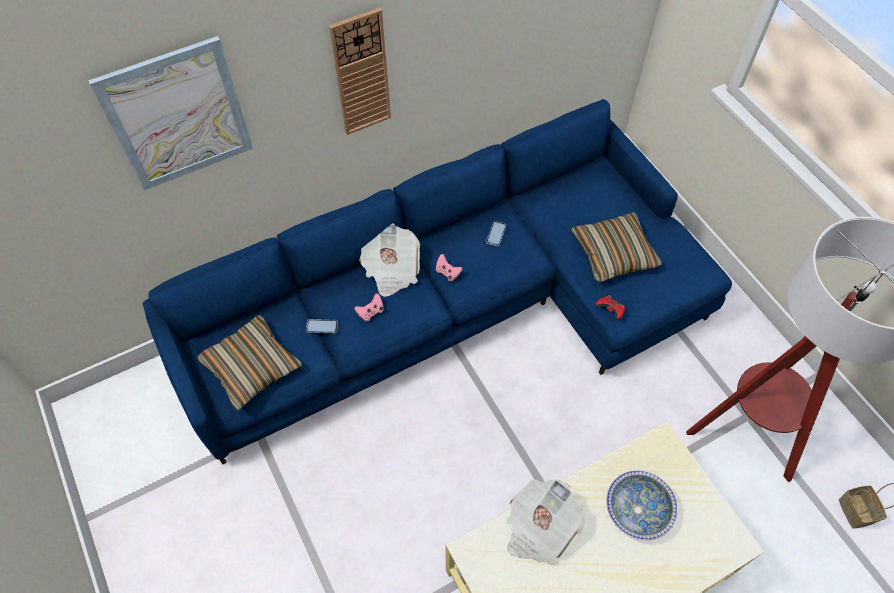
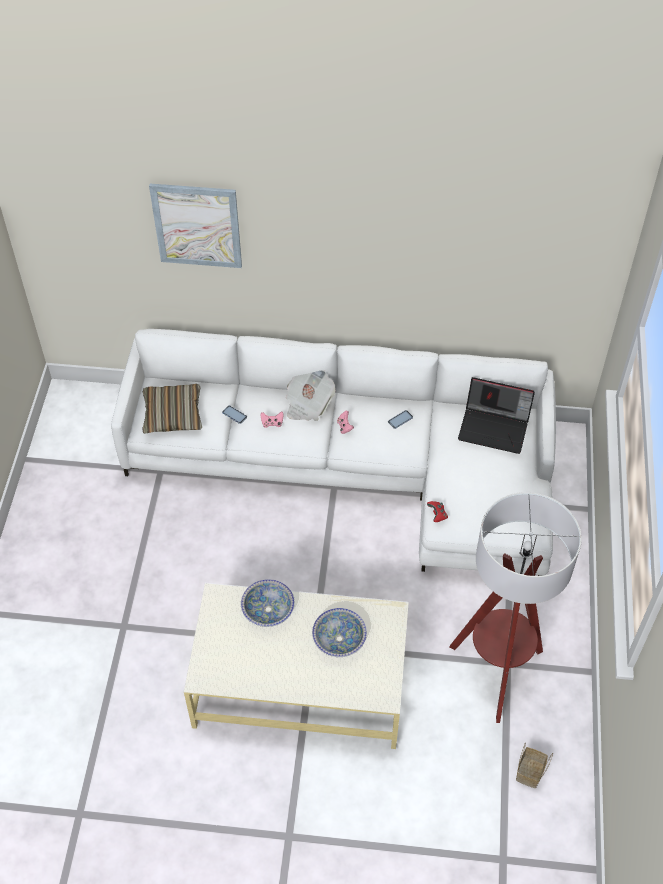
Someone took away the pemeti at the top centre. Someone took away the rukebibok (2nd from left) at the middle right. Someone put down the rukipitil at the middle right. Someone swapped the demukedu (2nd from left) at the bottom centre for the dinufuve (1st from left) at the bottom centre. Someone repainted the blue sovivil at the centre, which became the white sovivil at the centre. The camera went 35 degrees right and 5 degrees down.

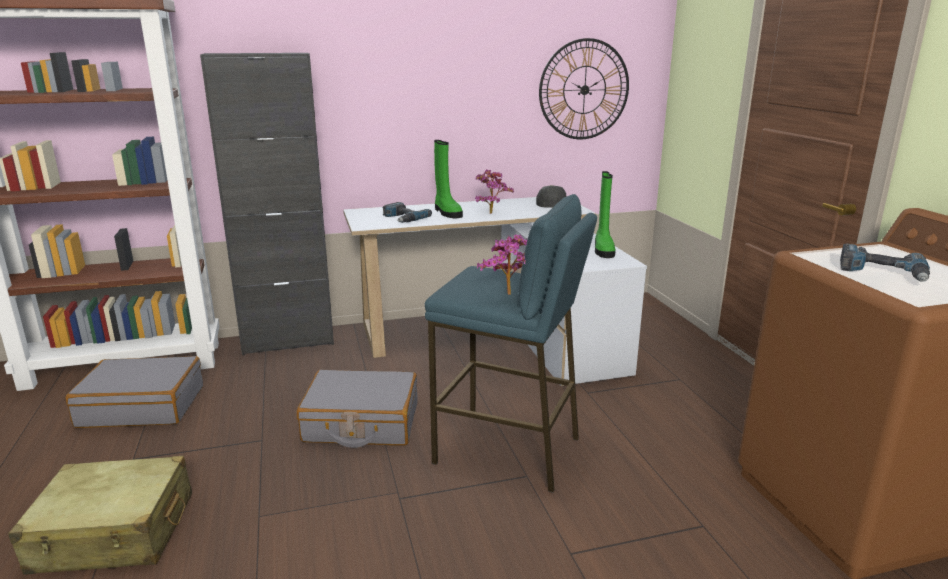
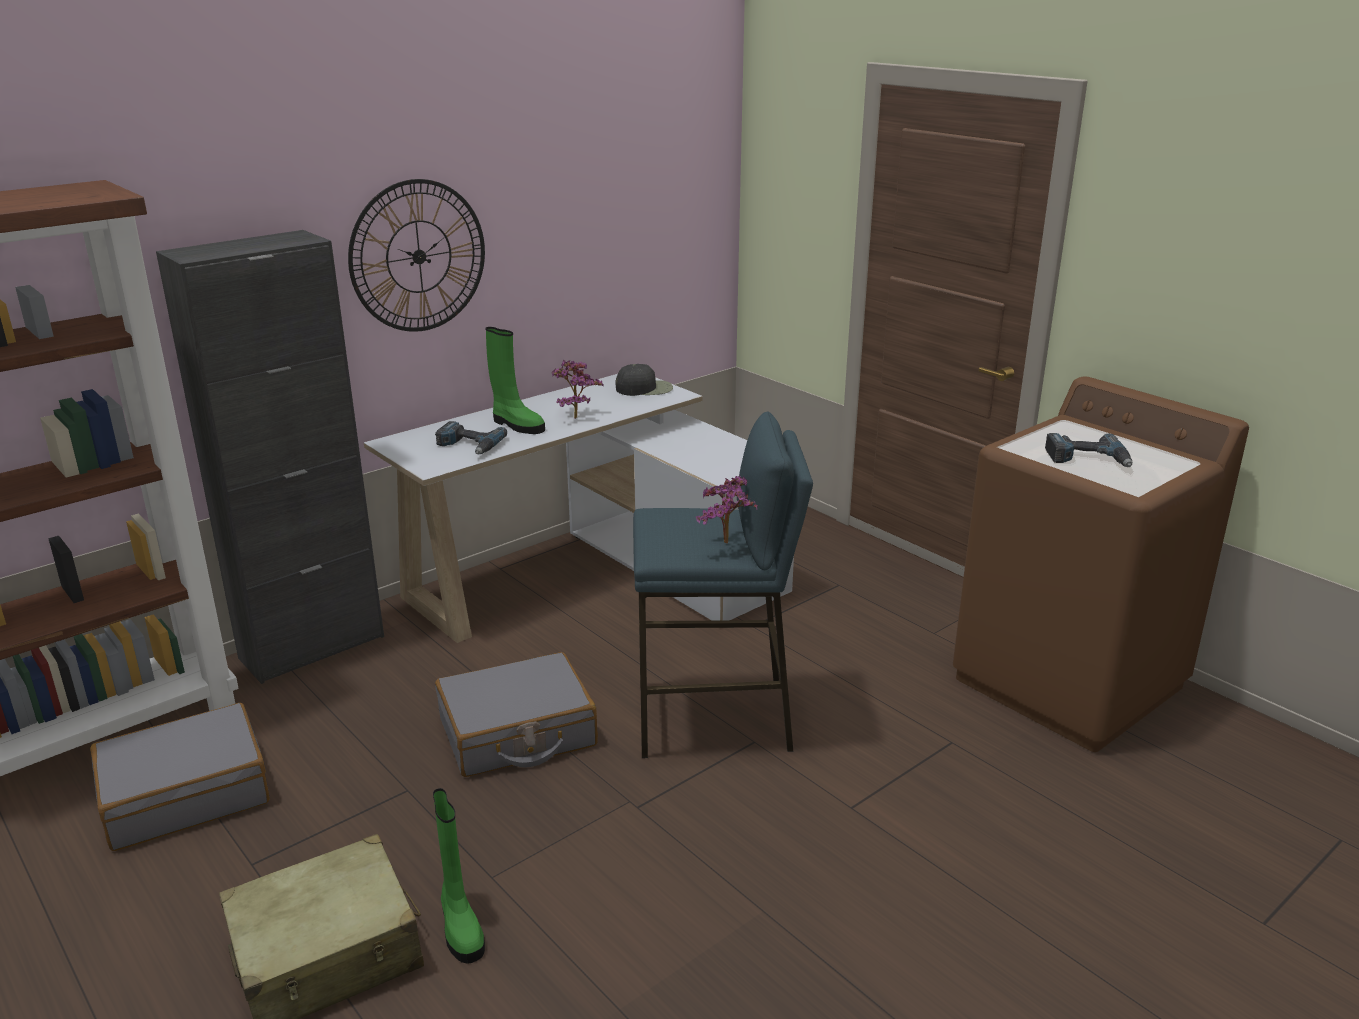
Someone carried the pemeti from the top centre to the top left. Someone carried the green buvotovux (2nd from left in the first image) from the centre to the bottom centre. The camera went 25 degrees left and 5 degrees up.

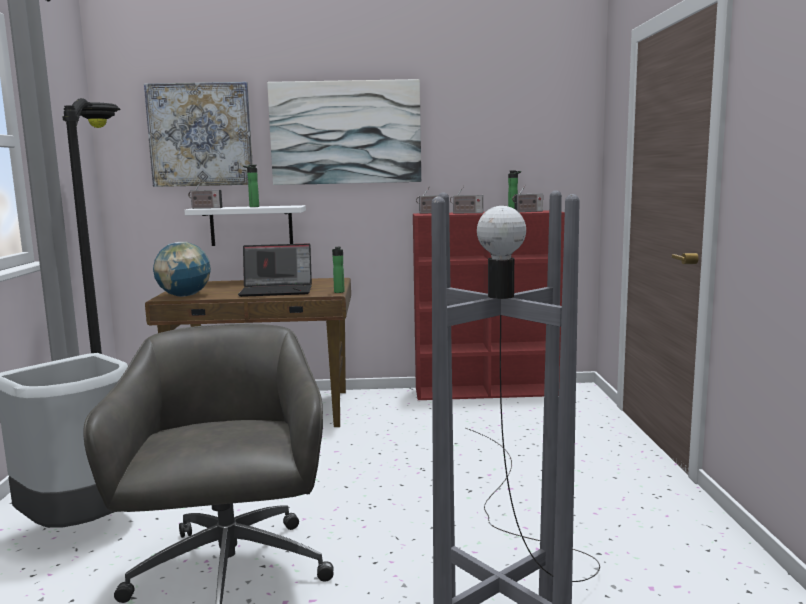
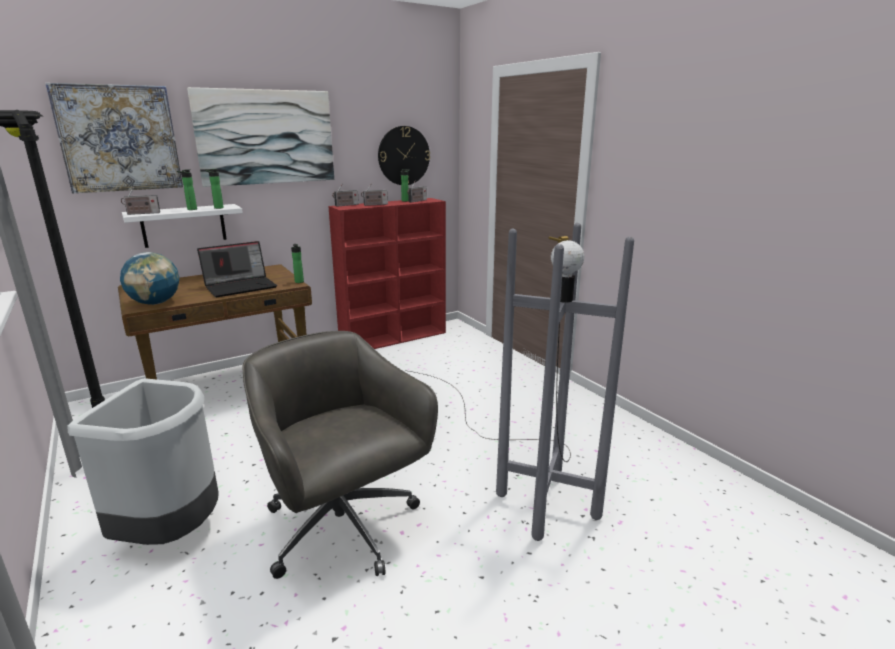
Someone put down the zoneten (2nd from left) at the top left. Someone put up the pemeti at the top centre. The camera went 30 degrees left and 10 degrees up.

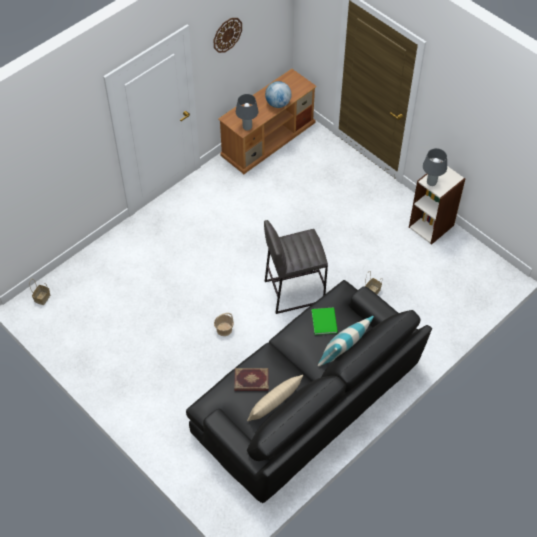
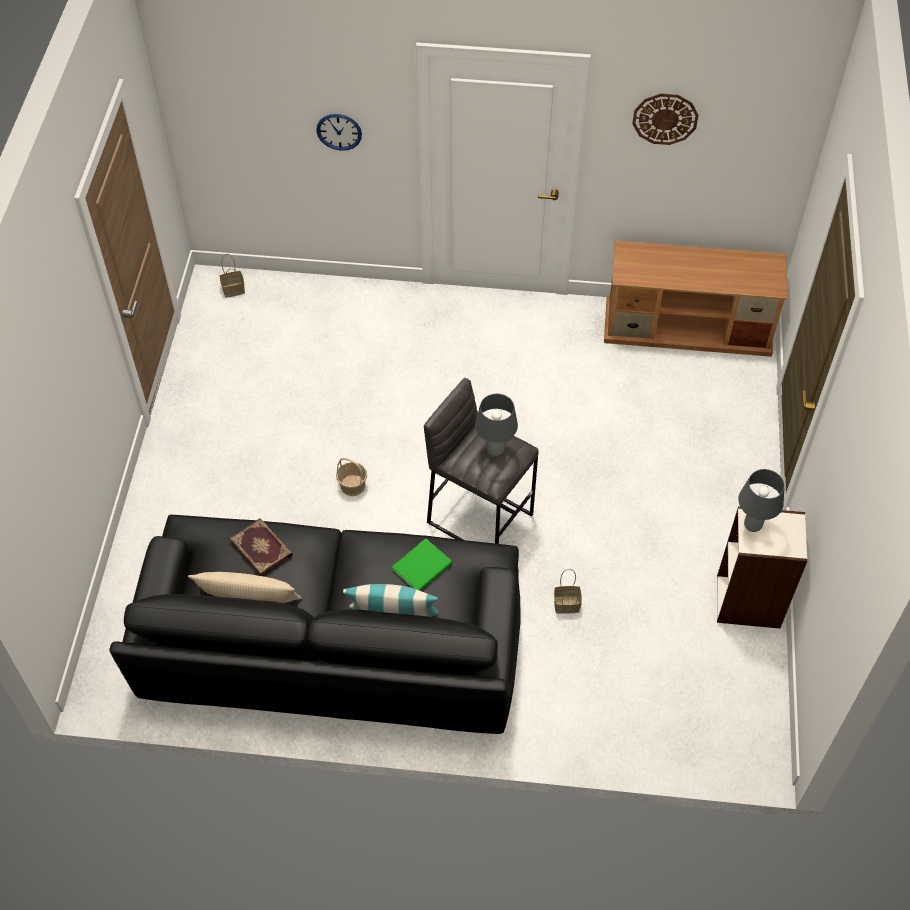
Someone took away the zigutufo at the top centre. Someone put up the pemeti (1st from left) at the top centre. Someone carried the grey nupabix (1st from left) from the top centre to the centre. The camera went 50 degrees right and 0 degrees up.

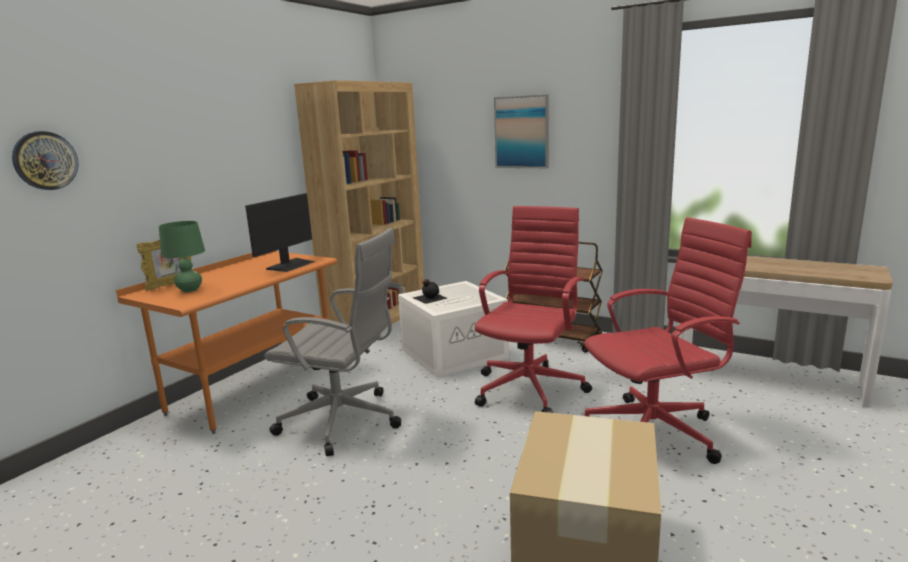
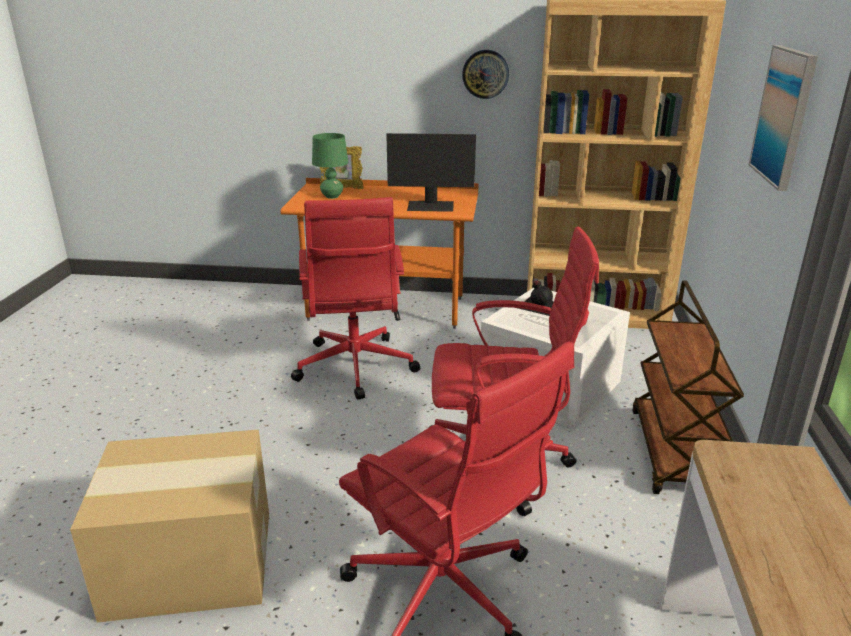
Someone carried the pemeti from the top left to the top centre. Someone repainted the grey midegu at the centre, which became the red midegu (1st from left) at the centre. The camera went 65 degrees right and 10 degrees up.

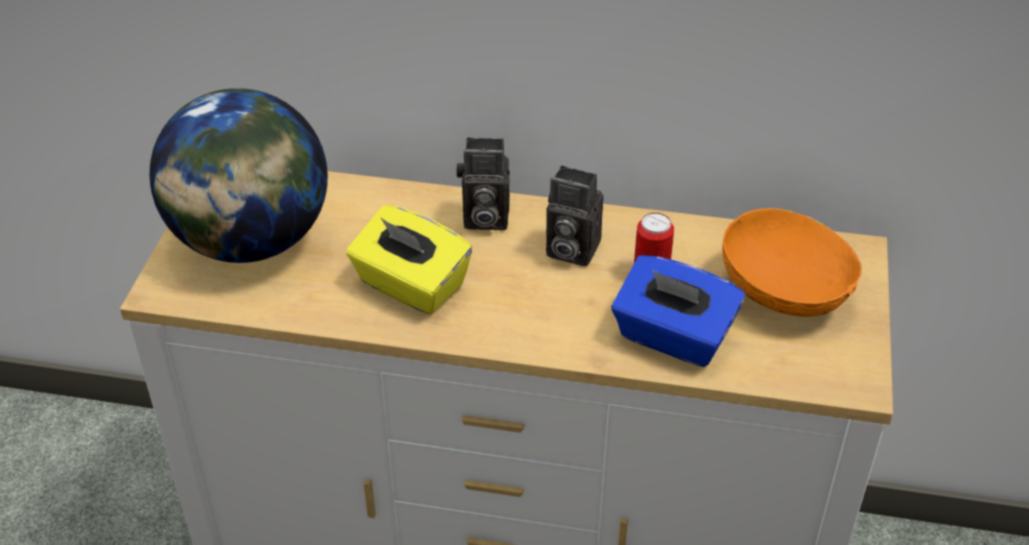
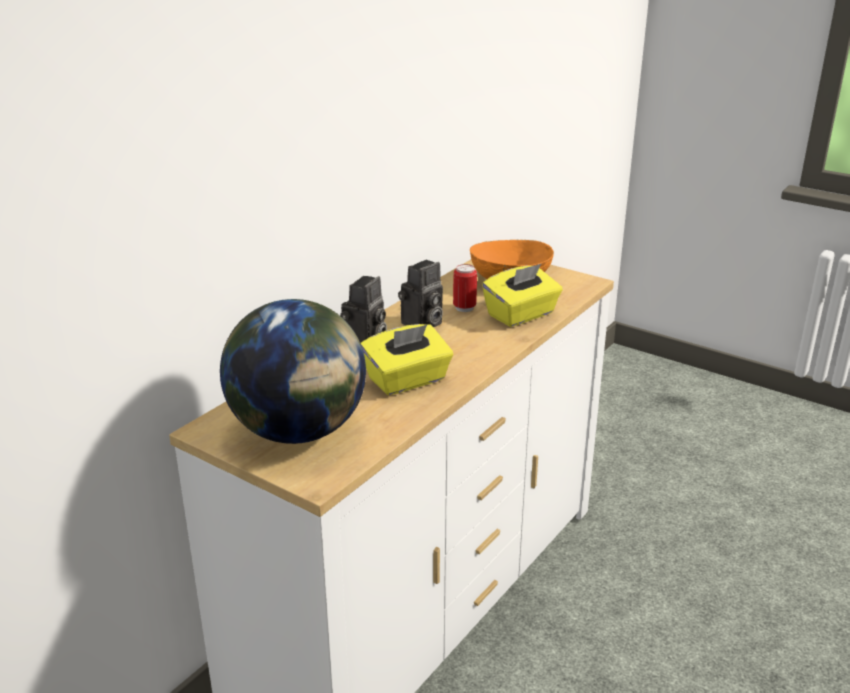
Someone repainted the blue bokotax at the centre, which became the yellow bokotax (2nd from left) at the centre. The camera went 65 degrees left and 15 degrees down.

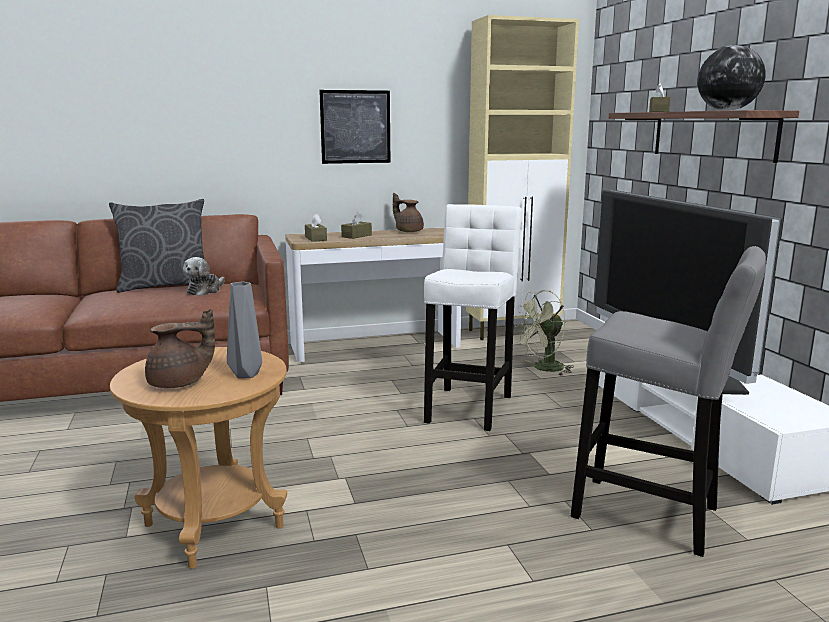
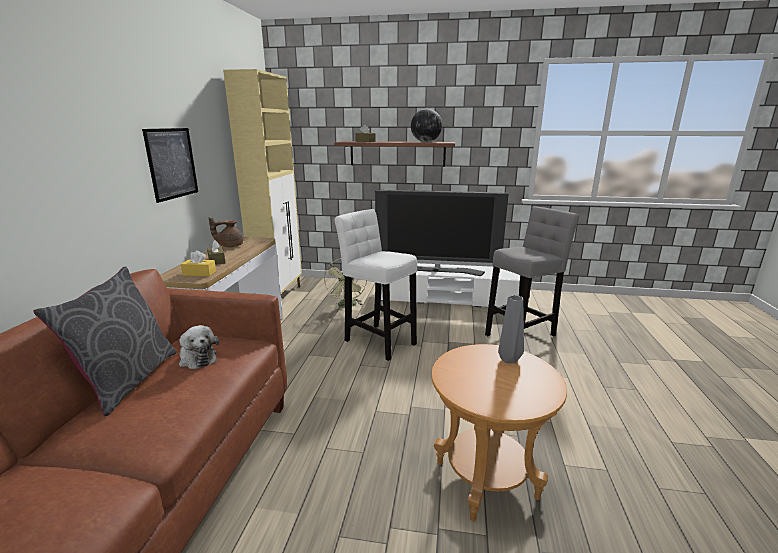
Someone took away the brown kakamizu (1st from left) at the middle left. Someone repainted the brown bokotax (1st from left) at the centre, which became the yellow bokotax at the middle left. The camera went 65 degrees left and 5 degrees up.

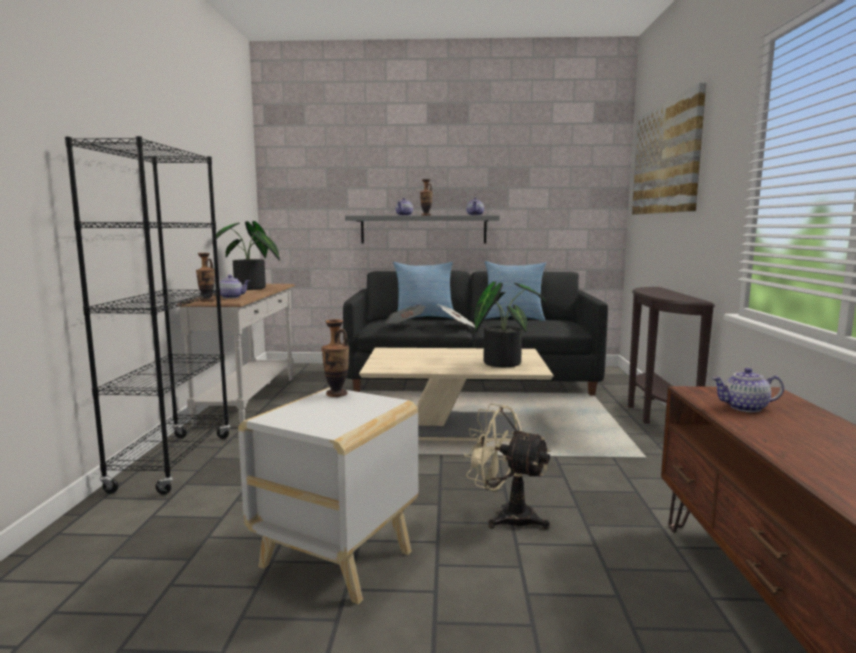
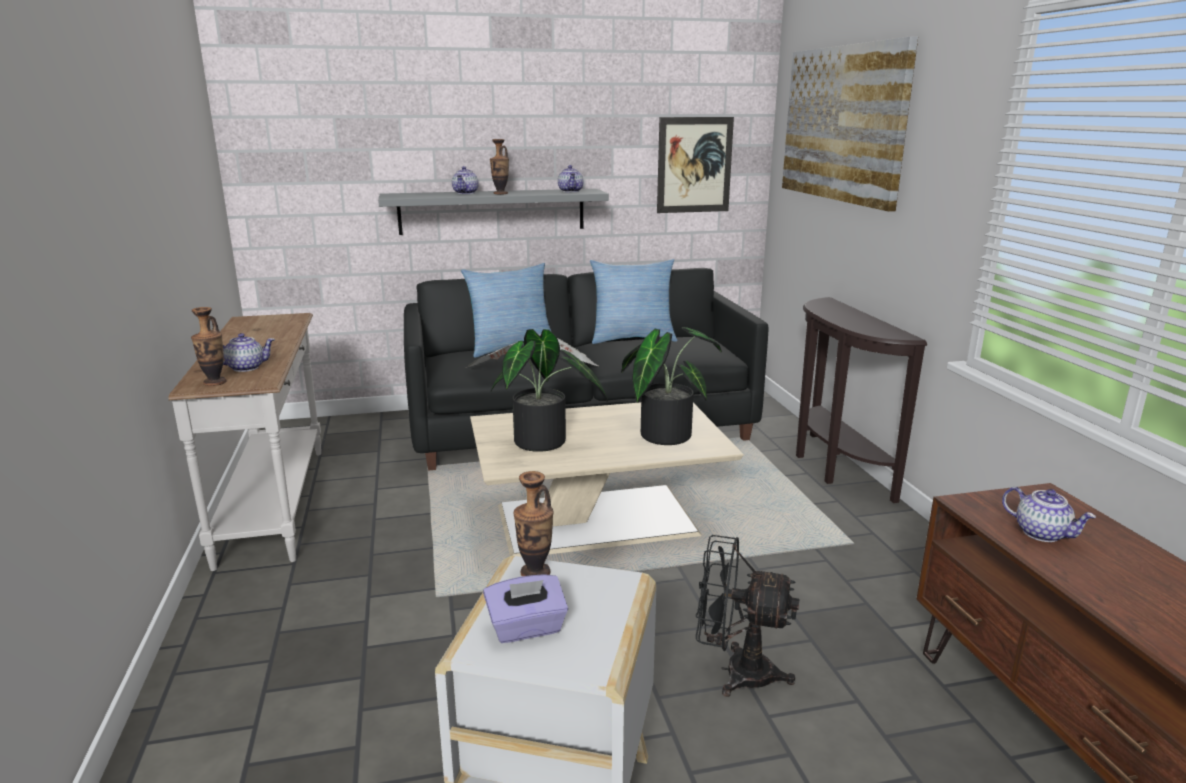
Someone took away the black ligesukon at the middle left. Someone put down the purple bokotax at the bottom centre. Someone put up the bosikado (1st from left) at the top centre. Someone carried the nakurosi (1st from left) from the middle left to the centre. Someone repainted the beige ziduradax at the bottom centre, which became the black ziduradax at the bottom centre. Someone rotated the kakamizu (4th from left) at the middle right by 120 degrees counterclockwise. The camera went 15 degrees left and 10 degrees up.

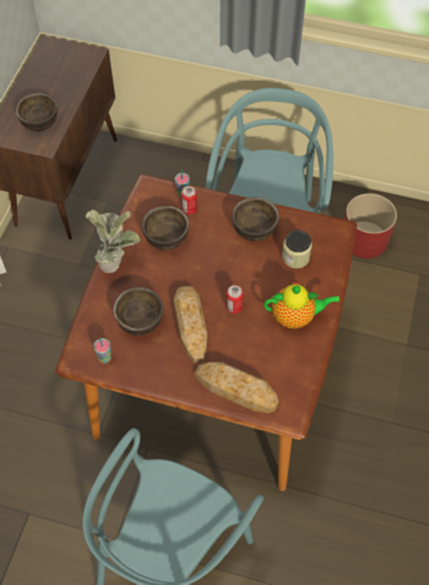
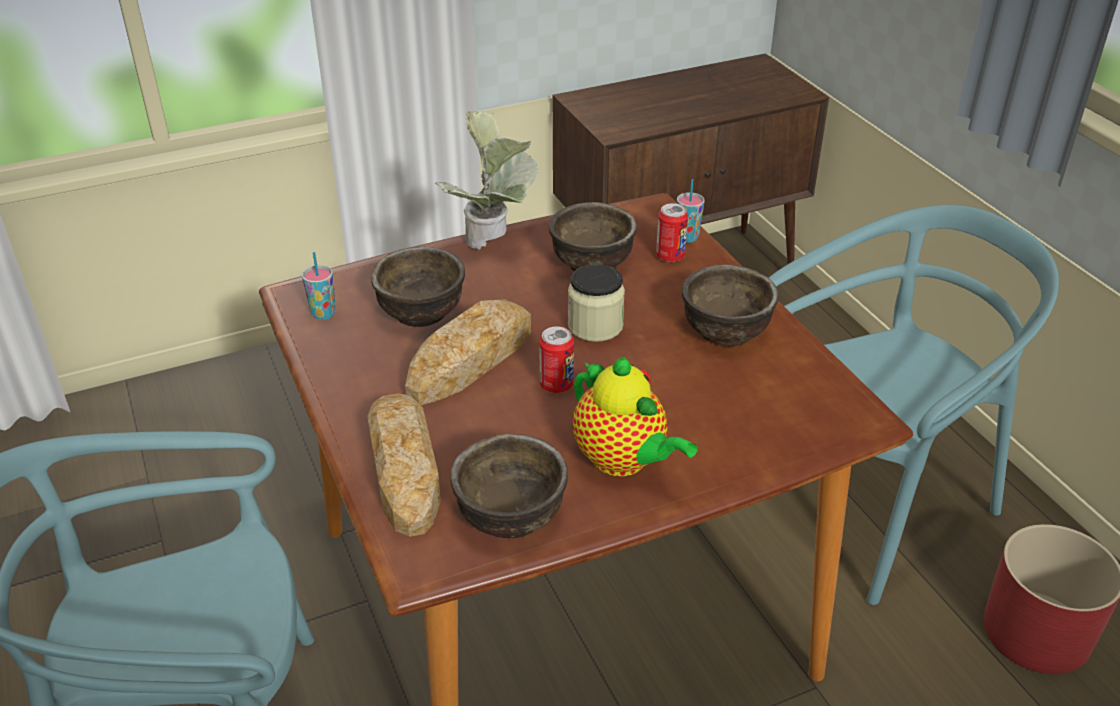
Someone carried the brown dinufuve (1st from left in the first image) from the top left to the bottom centre. Someone carried the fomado from the middle right to the centre. The camera went 50 degrees right and 20 degrees down.

